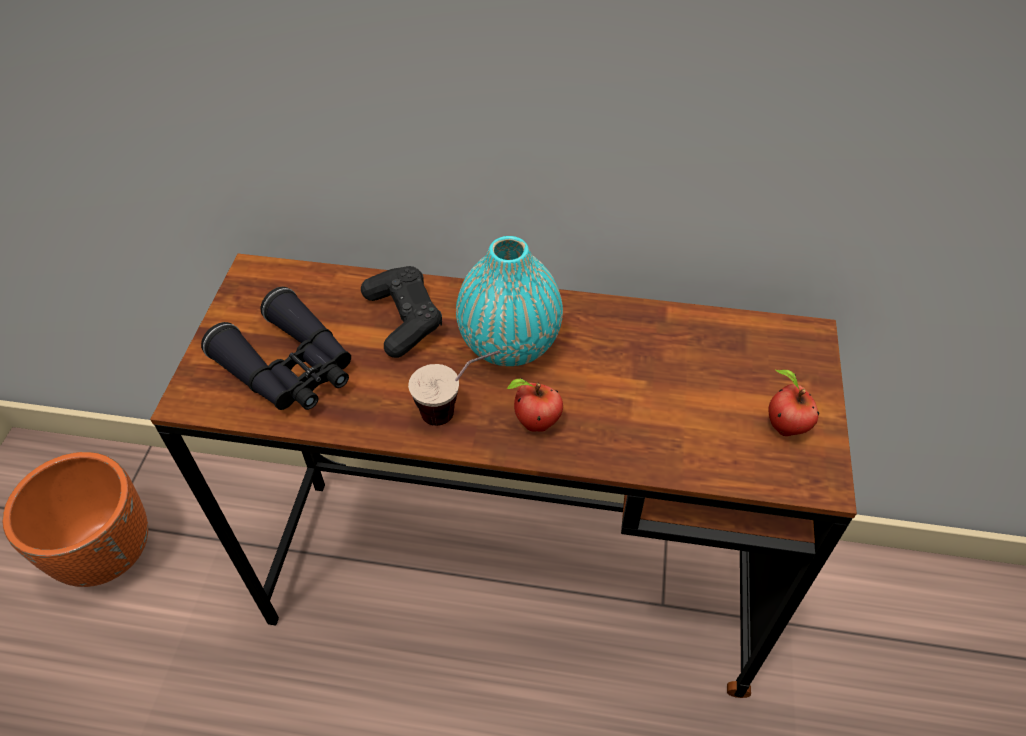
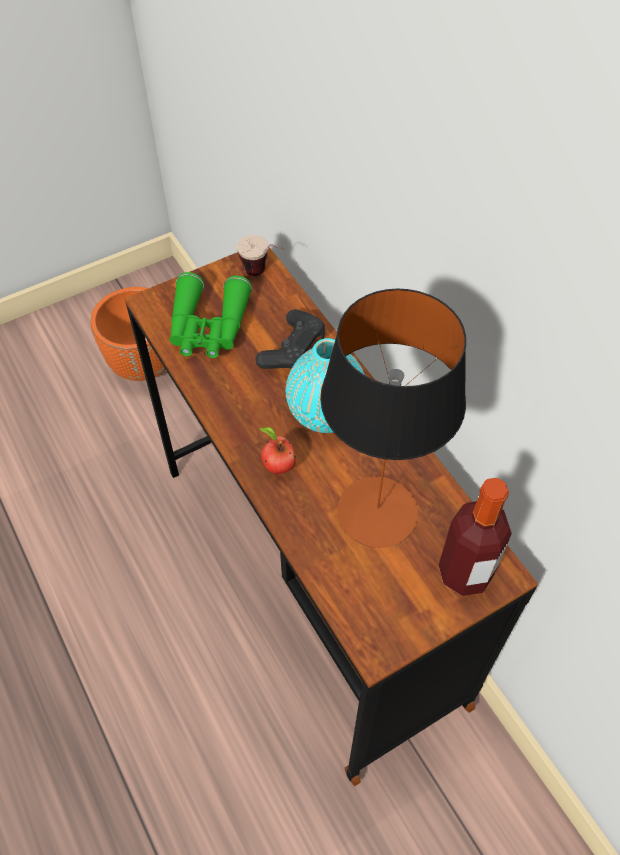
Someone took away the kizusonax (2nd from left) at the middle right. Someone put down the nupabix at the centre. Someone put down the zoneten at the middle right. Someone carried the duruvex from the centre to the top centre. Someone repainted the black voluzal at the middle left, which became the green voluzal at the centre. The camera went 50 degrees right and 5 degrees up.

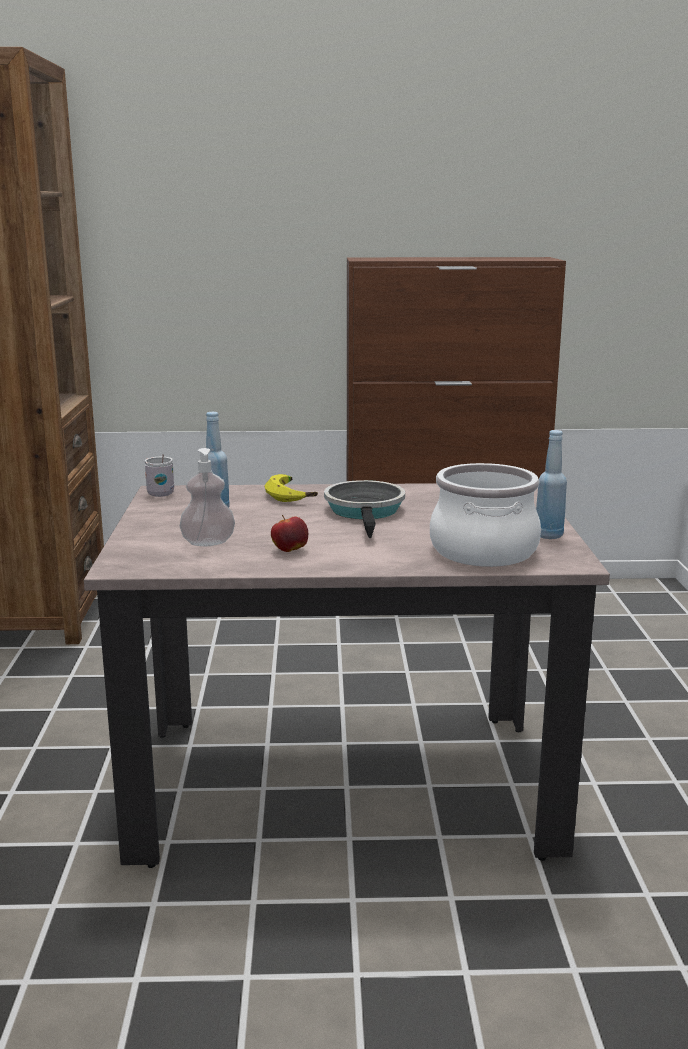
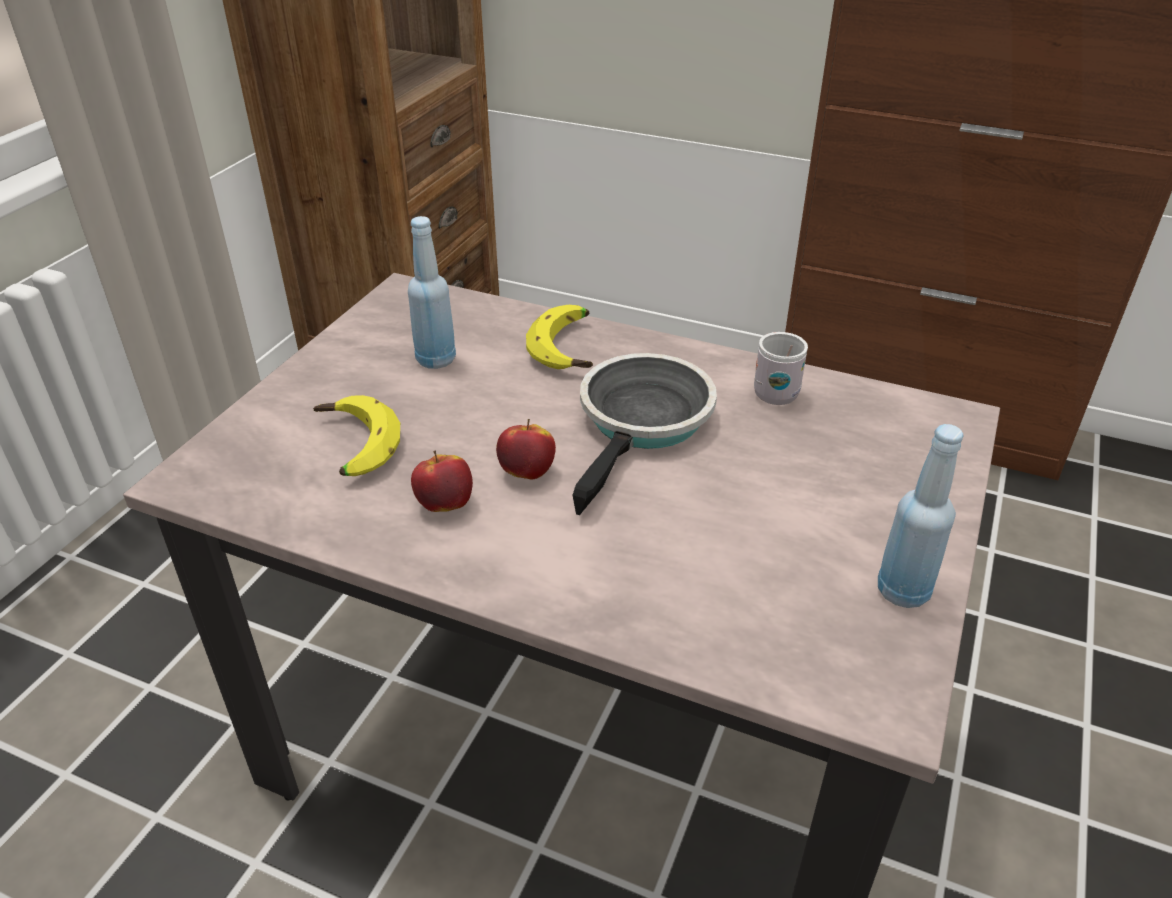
Someone took away the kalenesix at the middle right. Someone put down the kizusonax (2nd from left) at the centre. Someone carried the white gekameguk from the middle left to the centre. Someone swapped the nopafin at the middle left for the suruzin (1st from left) at the middle left. The camera went 25 degrees right and 20 degrees up.

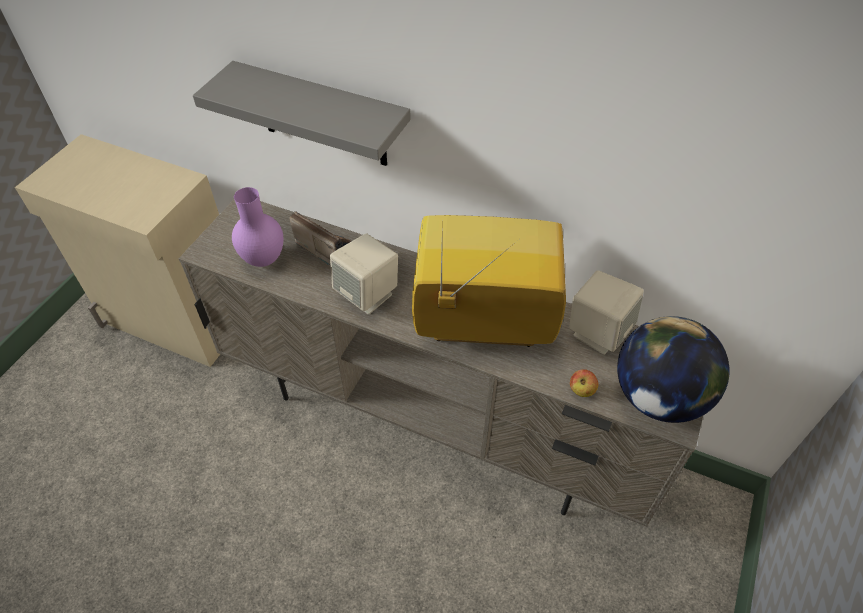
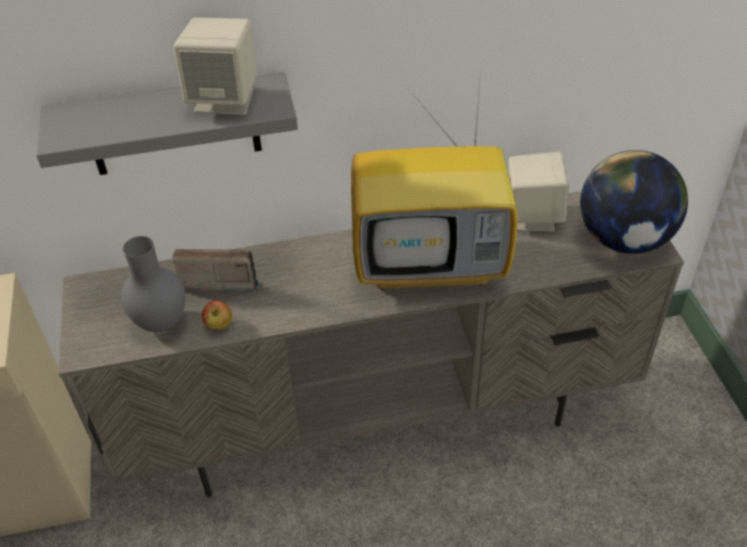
Someone carried the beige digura (1st from left) from the centre to the top left. Someone carried the kizusonax from the middle right to the middle left. Someone repainted the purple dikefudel at the middle left, which became the grey dikefudel at the middle left. Someone rotated the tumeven at the centre by 150 degrees counterclockwise. The camera went 35 degrees left and 5 degrees down.

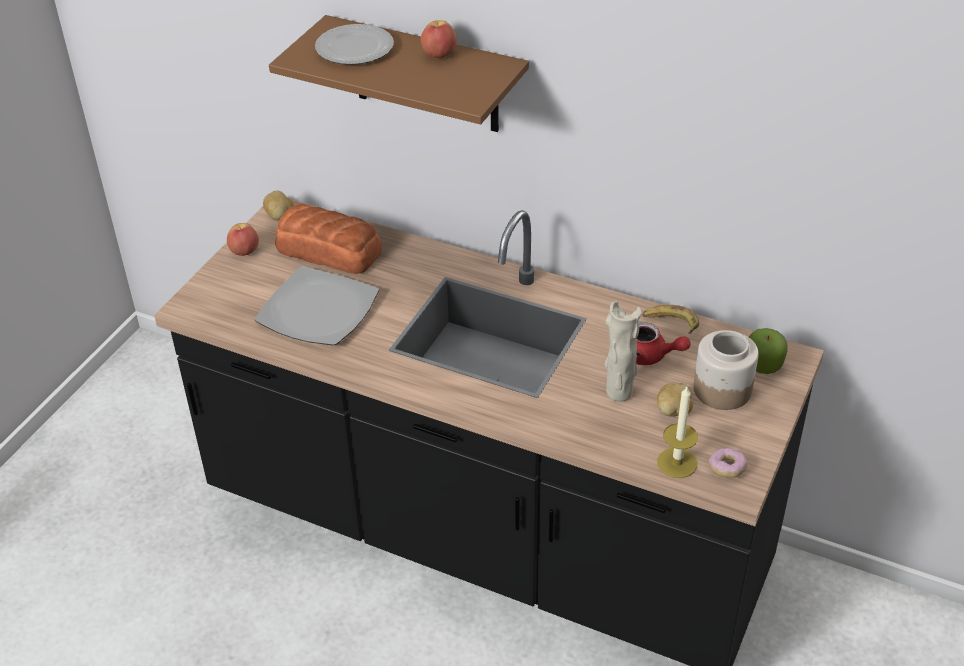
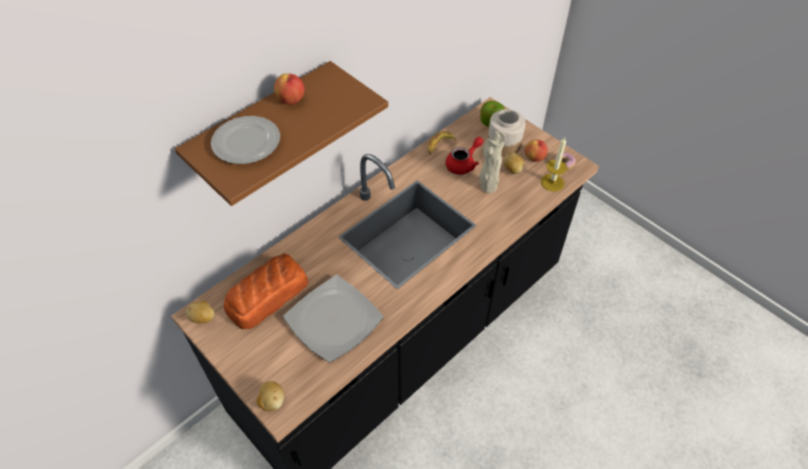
Someone put down the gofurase (2nd from left) at the bottom centre. Someone carried the kizusonax (1st from left in the first image) from the middle left to the top centre. The camera went 70 degrees left and 10 degrees up.

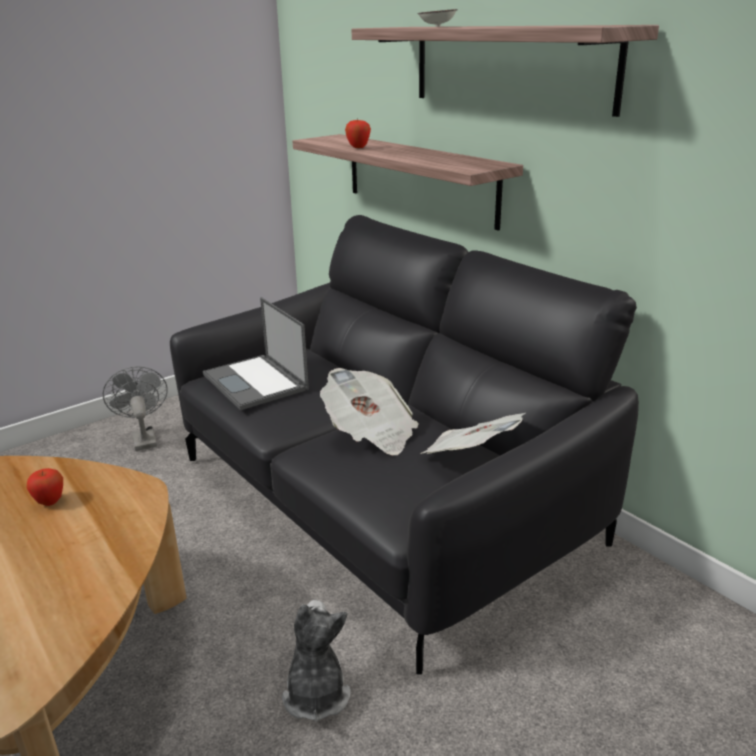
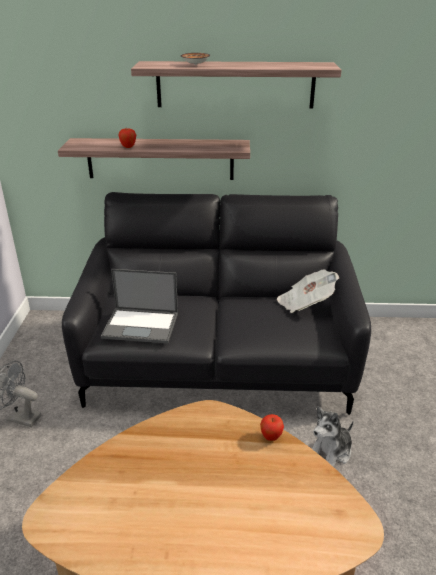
Someone took away the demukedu (1st from left) at the centre. Someone carried the kizusonax (1st from left in the first image) from the middle left to the bottom centre. Someone rotated the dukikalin at the bottom centre by 75 degrees counterclockwise. The camera went 50 degrees left and 5 degrees up.

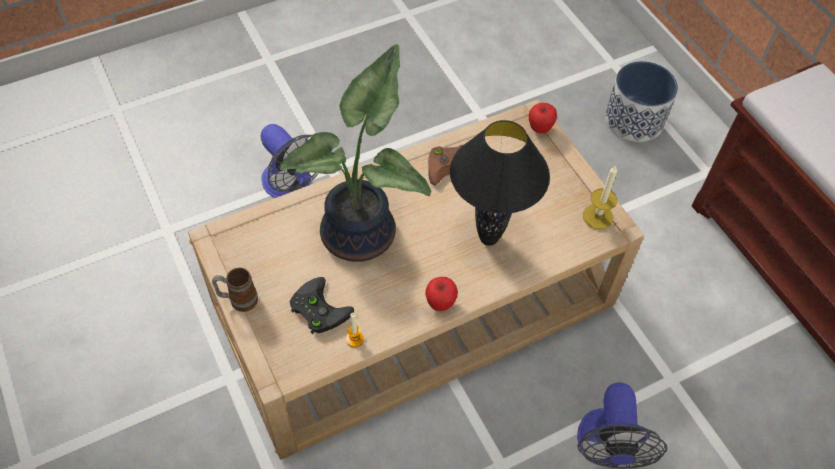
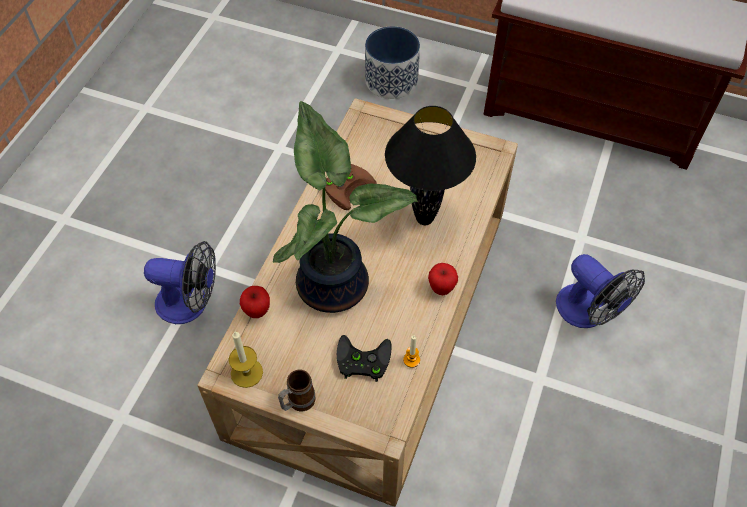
Someone carried the kizusonax (2nd from left in the first image) from the top centre to the centre. Someone carried the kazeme (2nd from left in the first image) from the middle right to the bottom left. The camera went 40 degrees left and 0 degrees up.

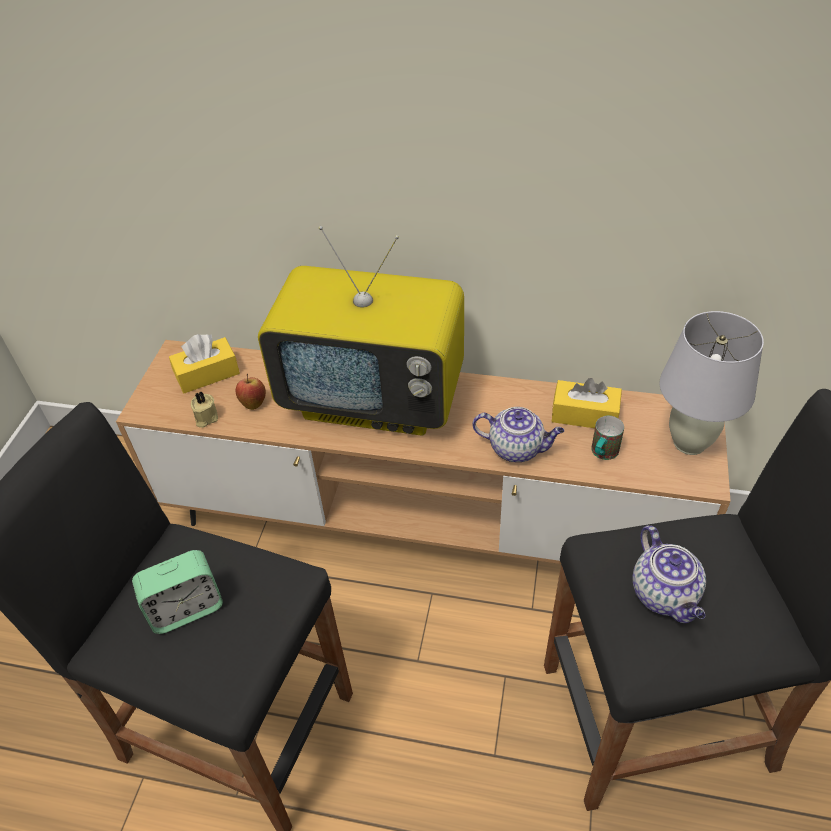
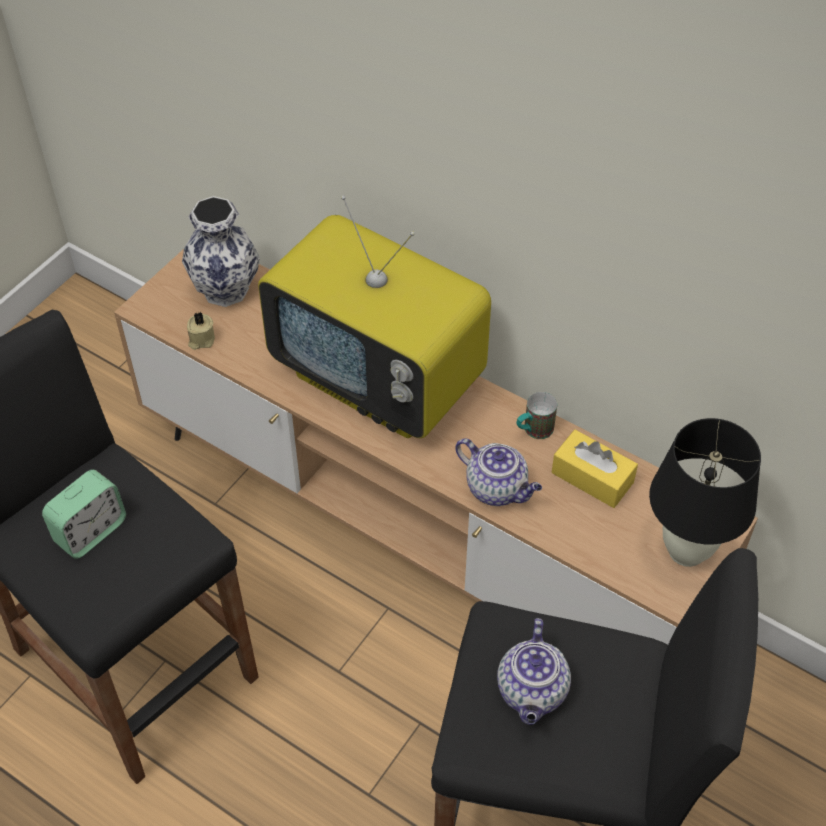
Someone took away the kizusonax at the middle left. Someone carried the gekameguk from the middle right to the centre. Someone swapped the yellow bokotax (1st from left) at the middle left for the dikefudel at the top left. Someone repainted the white nupabix at the middle right, which became the black nupabix at the middle right. Someone rotated the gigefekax at the bottom left by 45 degrees counterclockwise. The camera went 20 degrees right and 5 degrees up.

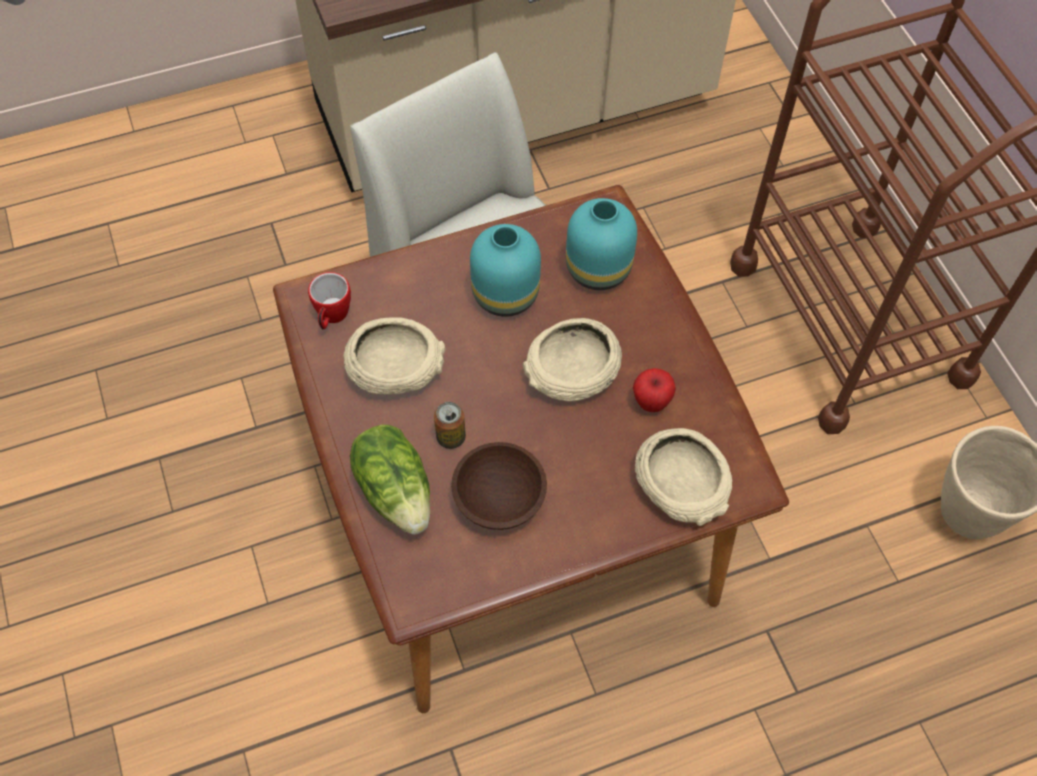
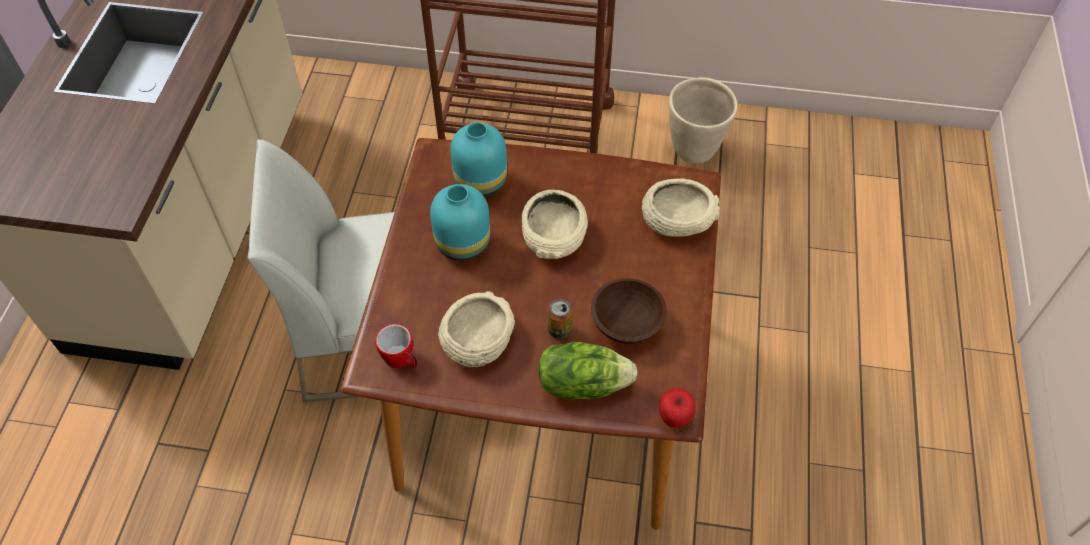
Someone carried the kizusonax from the centre to the bottom centre. The camera went 60 degrees left and 5 degrees down.

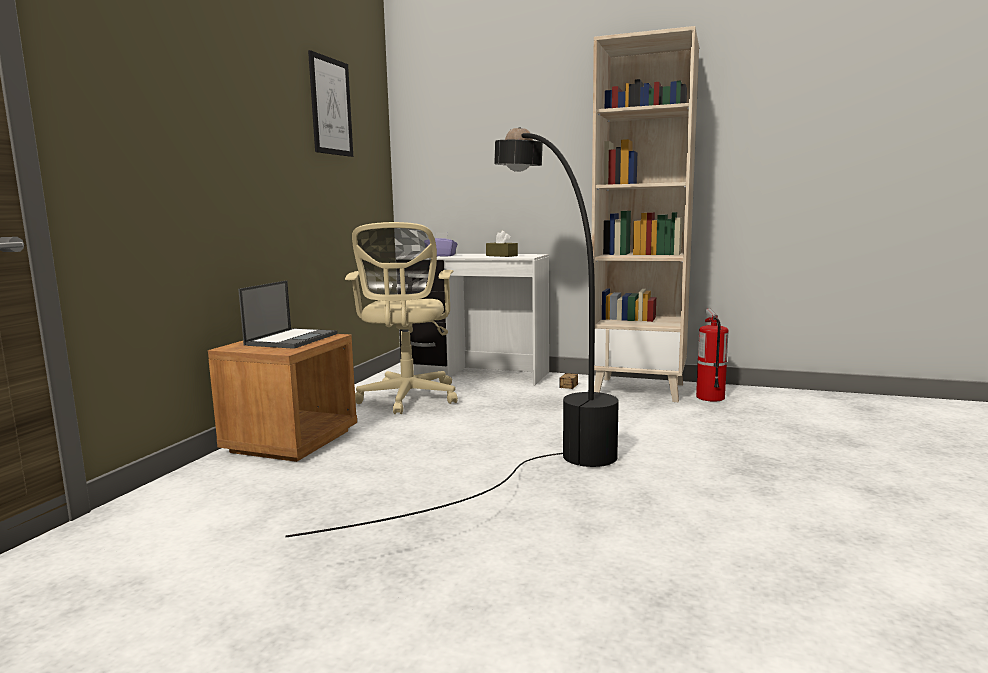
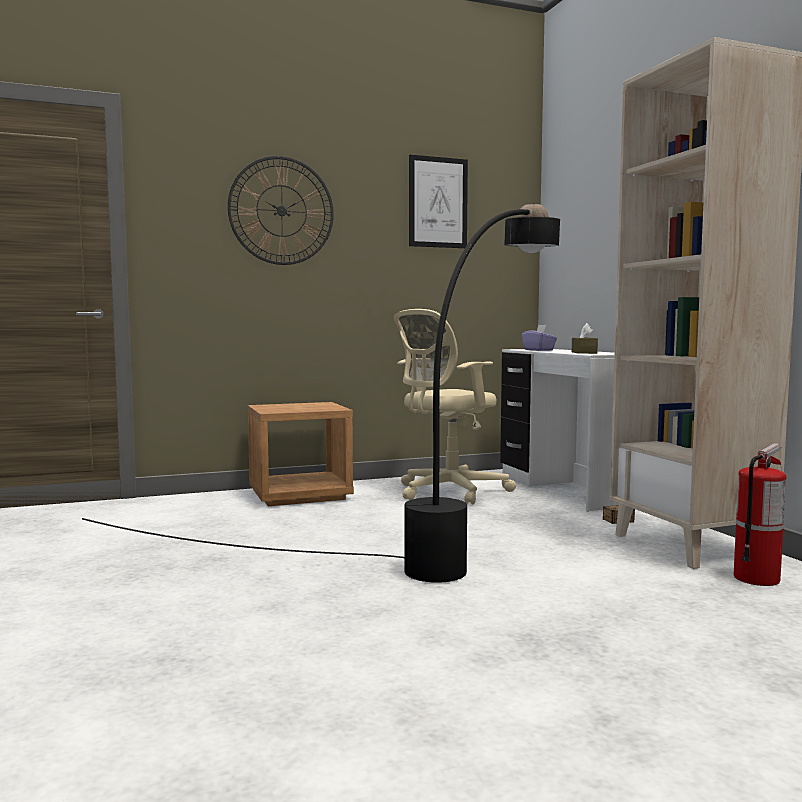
Someone took away the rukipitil at the middle left. Someone put up the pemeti at the top centre. The camera went 50 degrees right and 5 degrees down.

